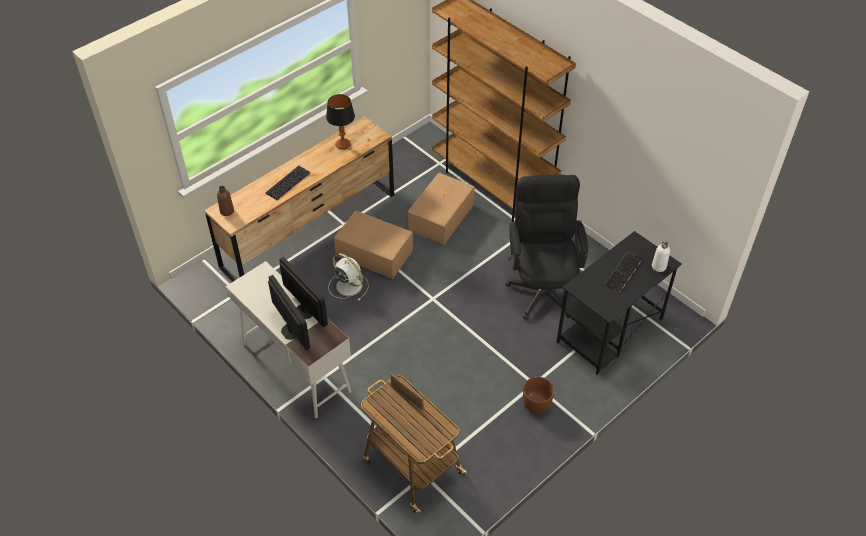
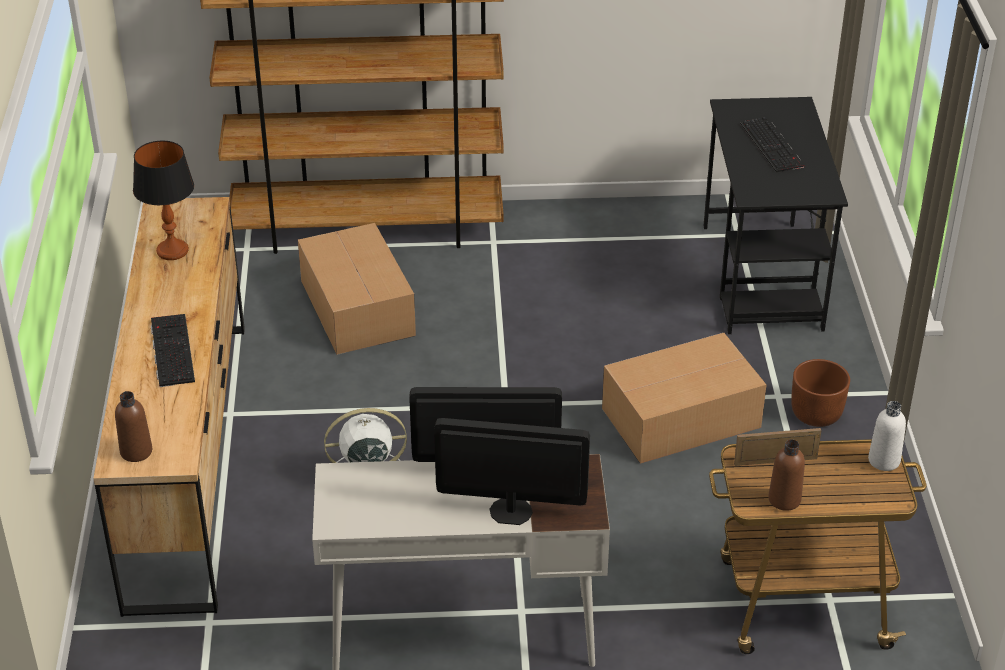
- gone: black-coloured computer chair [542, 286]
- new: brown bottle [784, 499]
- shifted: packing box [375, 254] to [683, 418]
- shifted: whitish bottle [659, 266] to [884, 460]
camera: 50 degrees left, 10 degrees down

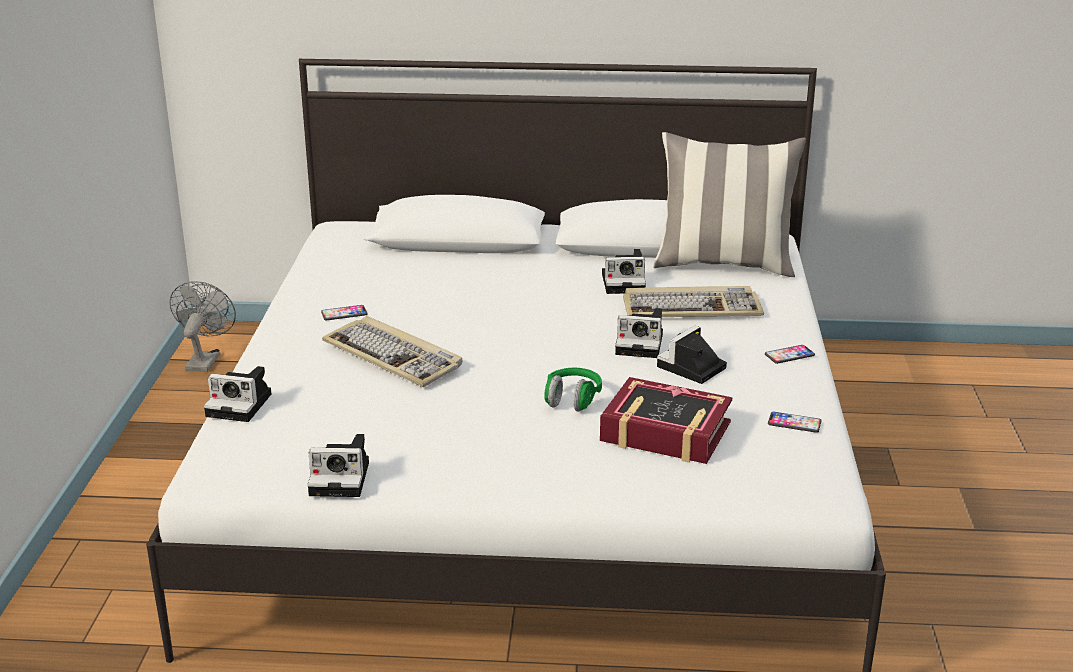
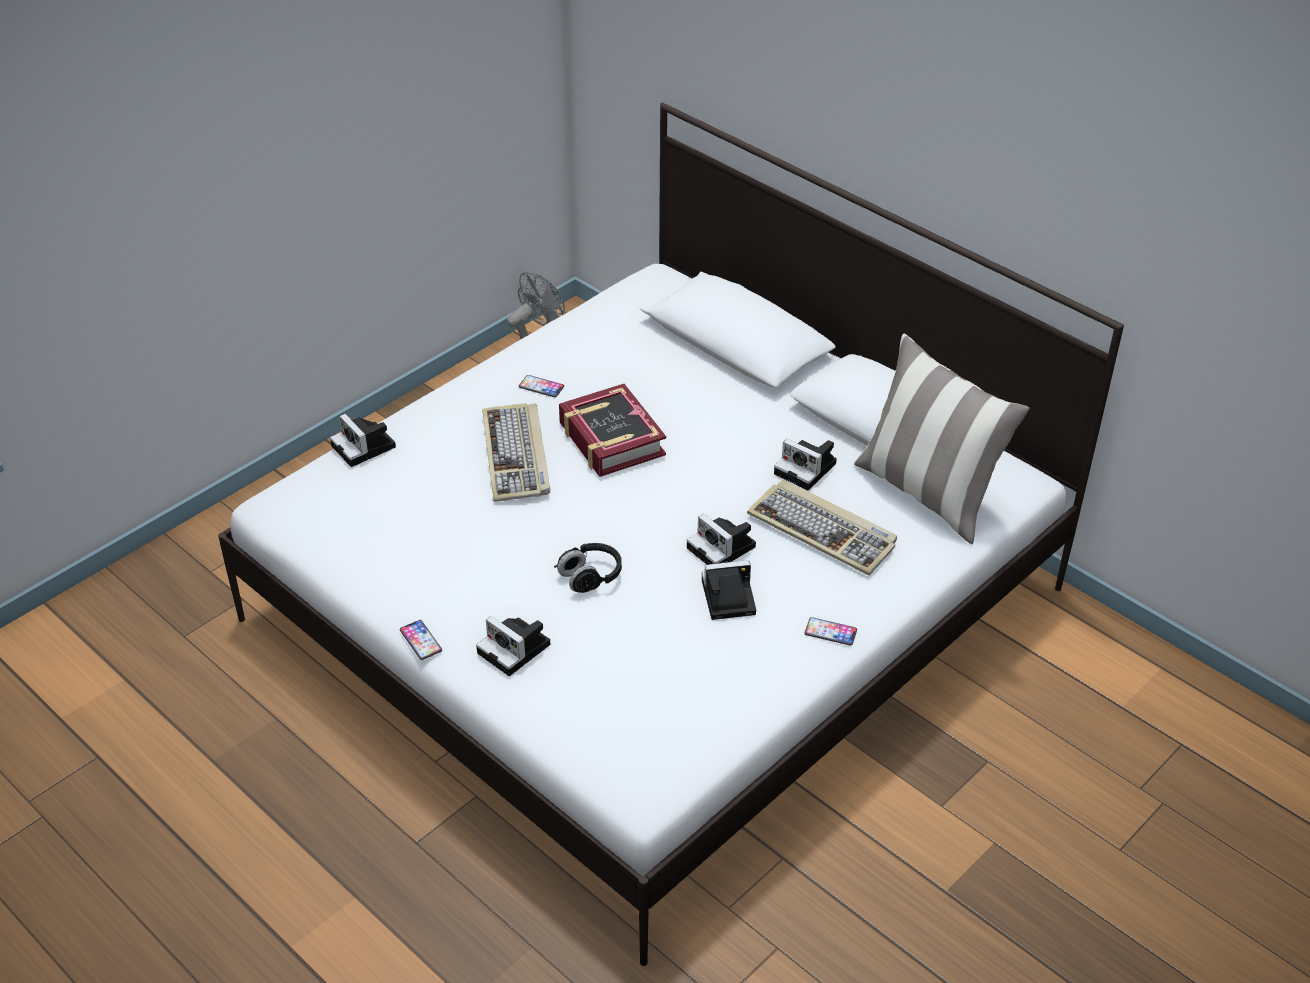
- shifted: still camera [342, 478] to [516, 649]
- shifted: volume [665, 432] to [611, 439]
- shifted: phone [794, 423] to [421, 640]
- repainted: green-coloured pair of headphones [572, 400] to black-coloured pair of headphones [590, 577]
camera: 40 degrees right, 15 degrees up

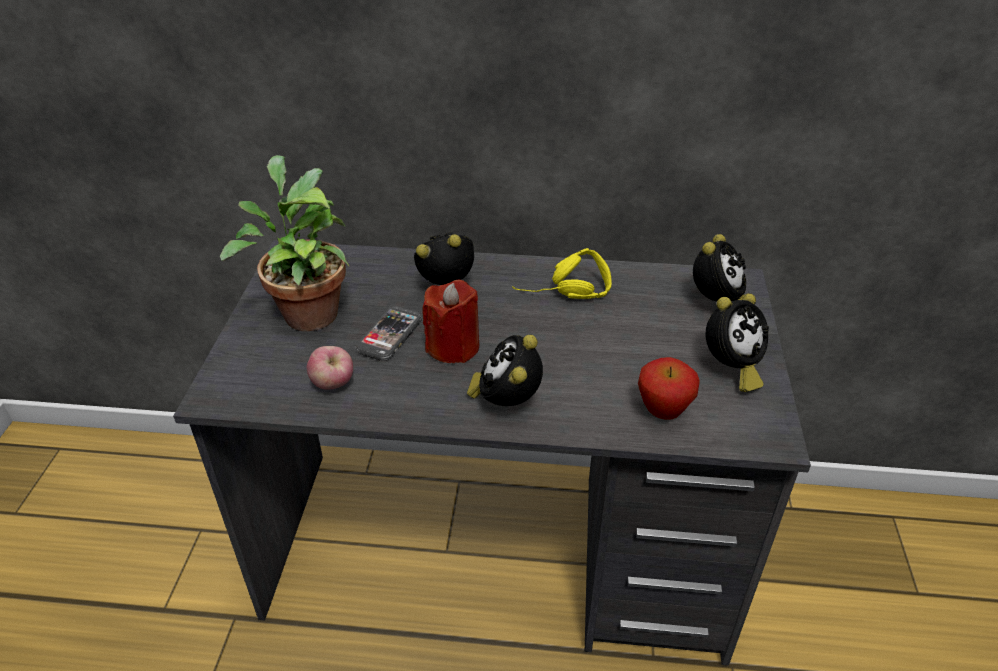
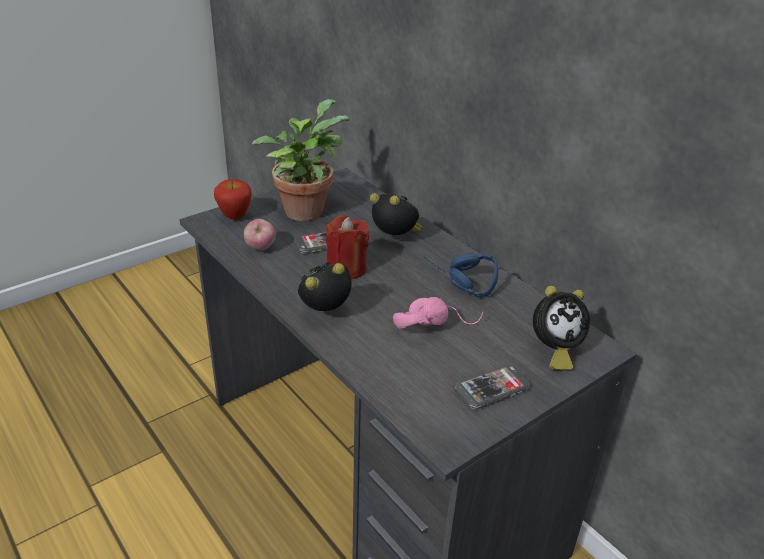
- new: pink pair of headphones [435, 323]
- shifted: apple fruit [663, 413] to [235, 217]
- swapped: alarm clock [730, 369] to phone [492, 389]
- repainted: yellowish pair of headphones [564, 296] to blue pair of headphones [455, 283]
camera: 45 degrees right, 5 degrees down

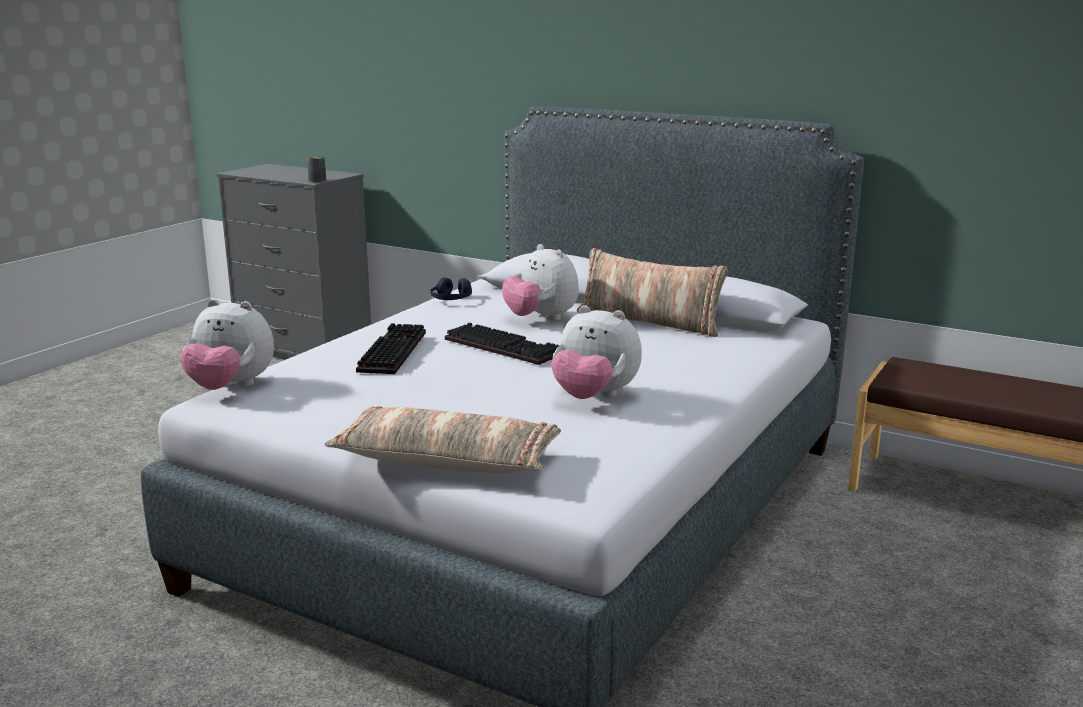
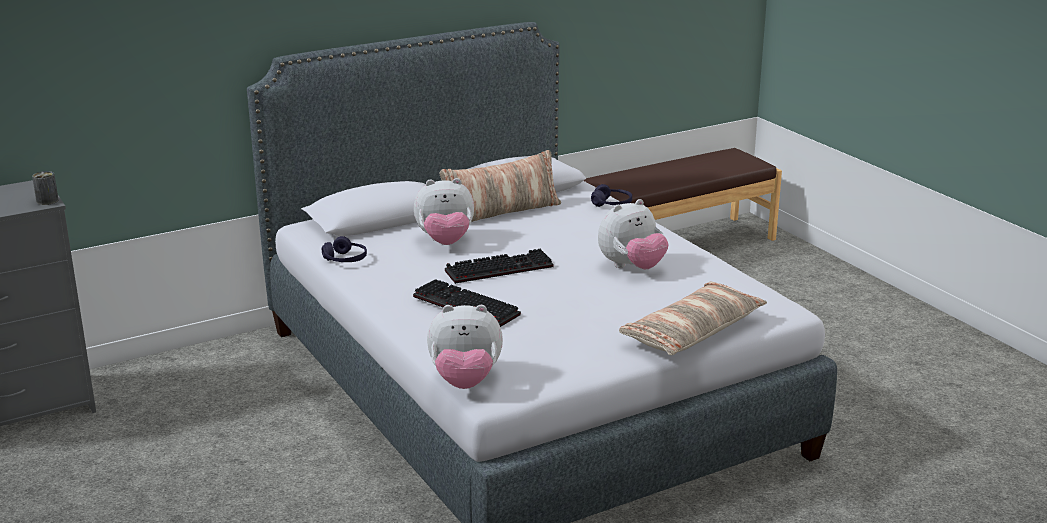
- new: purple pair of headphones [612, 204]
- rotated: plush toy [231, 388] = [465, 381] 45 degrees clockwise
camera: 60 degrees left, 5 degrees up

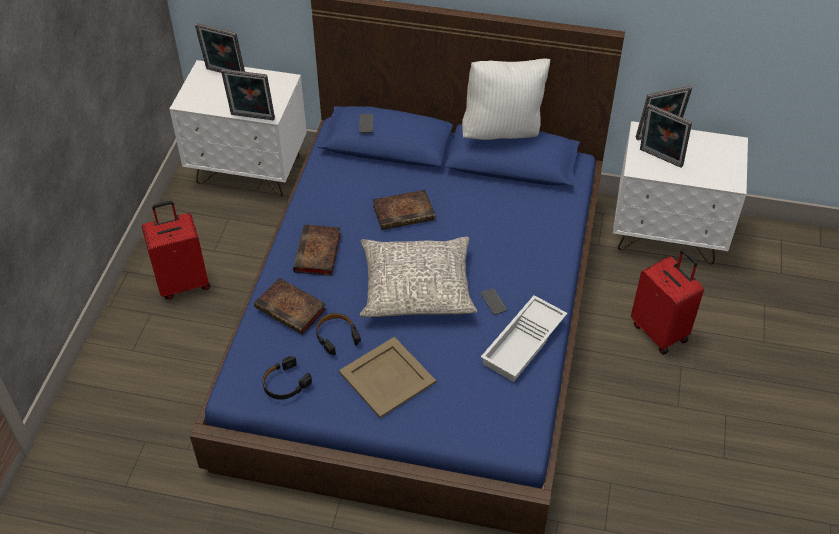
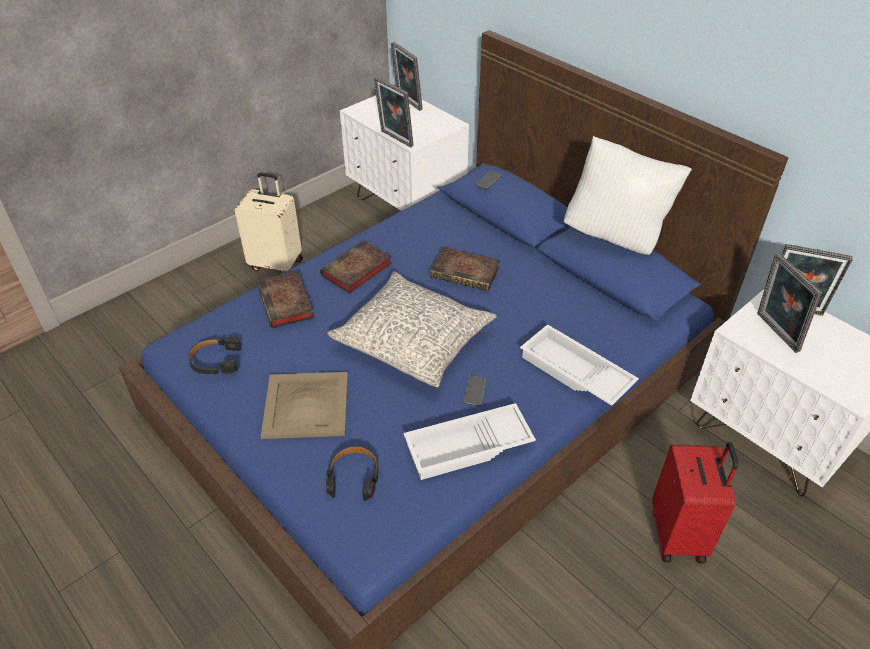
- new: whitish serving tray [574, 373]
- shifted: black-coloured pair of headphones [336, 336] to [354, 477]
- repainted: red piece of luggage [183, 283] to beige piece of luggage [277, 263]
camera: 35 degrees right, 5 degrees down

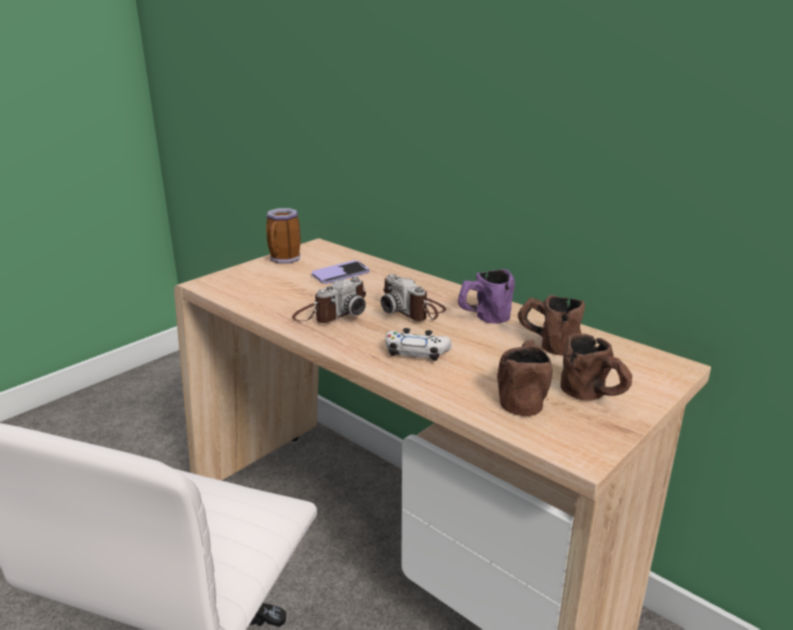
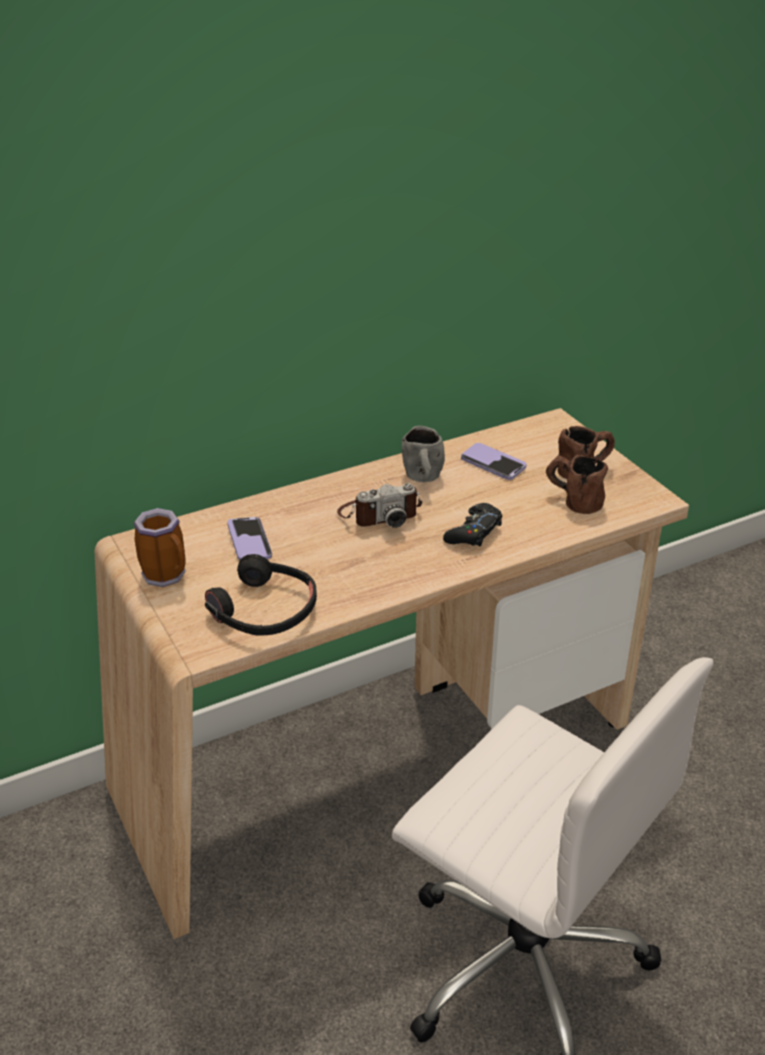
- gone: still camera [330, 313]
- new: black-coloured pair of headphones [264, 611]
- swapped: brown mug [547, 344] to phone [493, 463]
- repainted: whitish gamepad [417, 352] to black-coloured gamepad [473, 532]
- repainted: purple mug [483, 318] to gray mug [423, 480]
camera: 70 degrees left, 10 degrees up

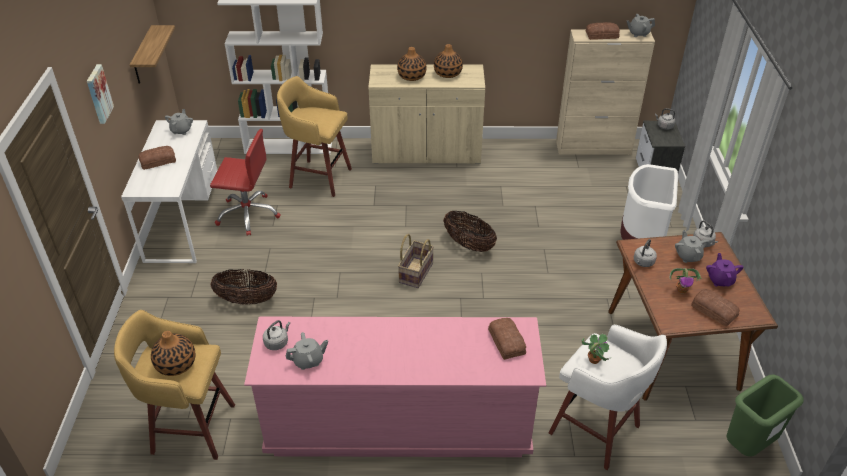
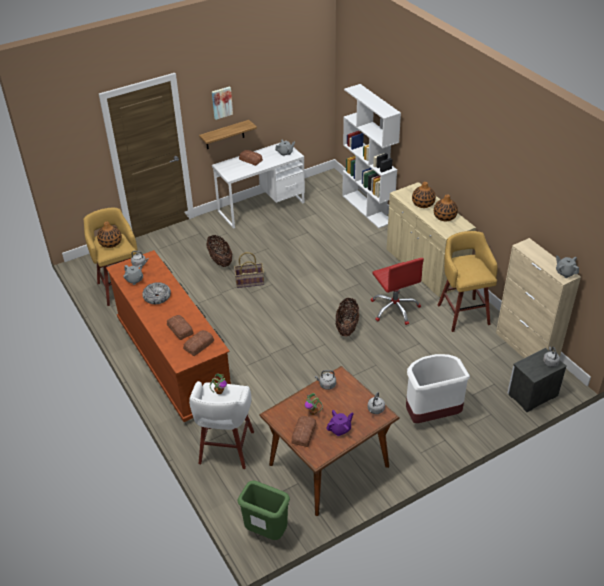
- gone: gray tea pot [688, 256]
- new: bowl [157, 296]
- shifted: bracket shelf [143, 56] to [224, 135]
- shifted: red computer chair [248, 214] to [395, 309]
- shifted: yellowish sitting stool [318, 177] to [462, 313]
- shifted: household basket [415, 272] to [249, 281]
- shifted: bread [602, 35] to [179, 330]
- repainted: pink drawer chest [399, 423] to brown drawer chest [174, 360]
camera: 60 degrees right, 0 degrees up

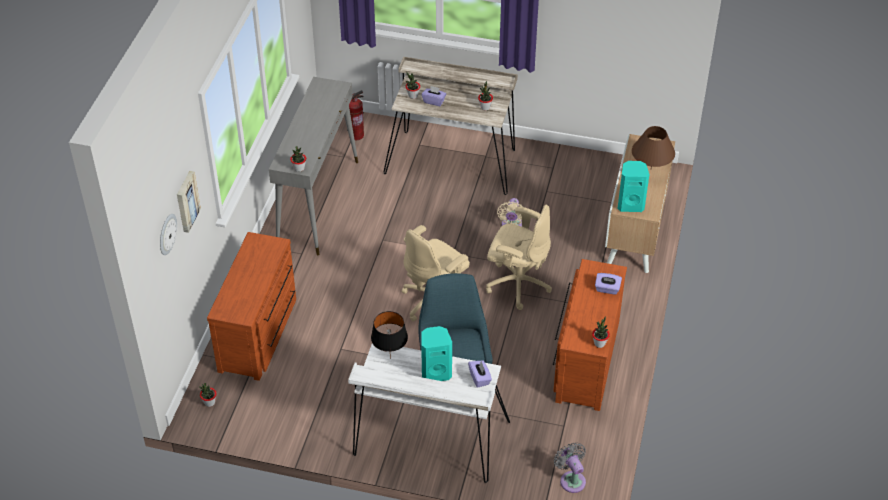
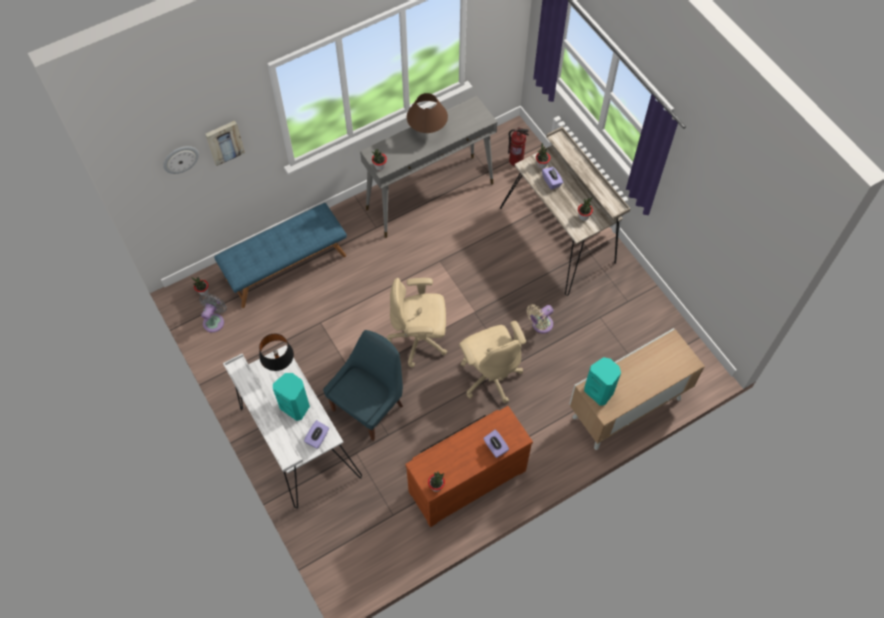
- shifted: gray fan [571, 479] to [214, 321]
- shifted: brown table lamp [650, 169] to [427, 130]
- swapped: brown drawer chest [260, 333] to blue bench [286, 267]
camera: 45 degrees right, 15 degrees up

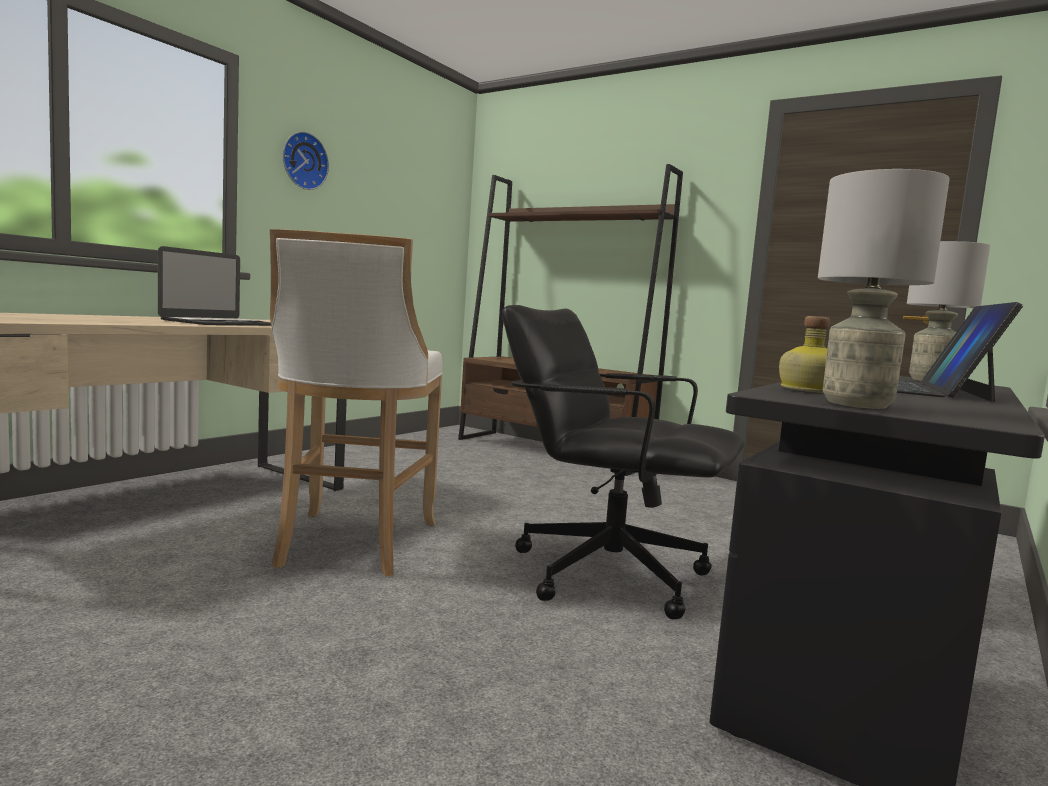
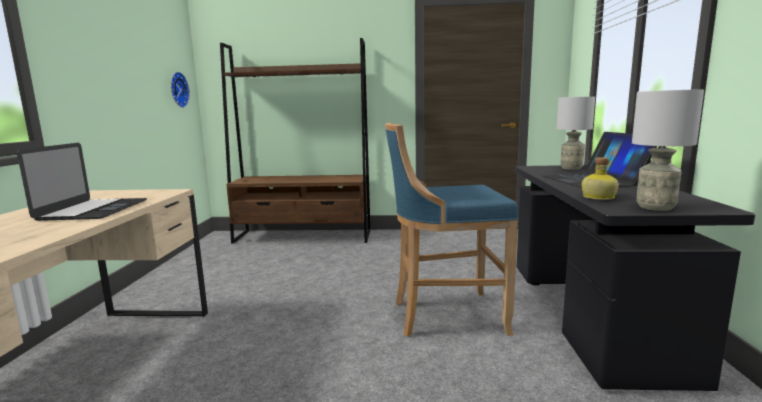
- gone: whitish sitting stool [352, 545]
- shifted: clock on the wall [303, 161] to [177, 89]
- swapped: black-coloured computer chair [608, 573] to blue sitting stool [444, 315]
camera: 30 degrees left, 5 degrees up

